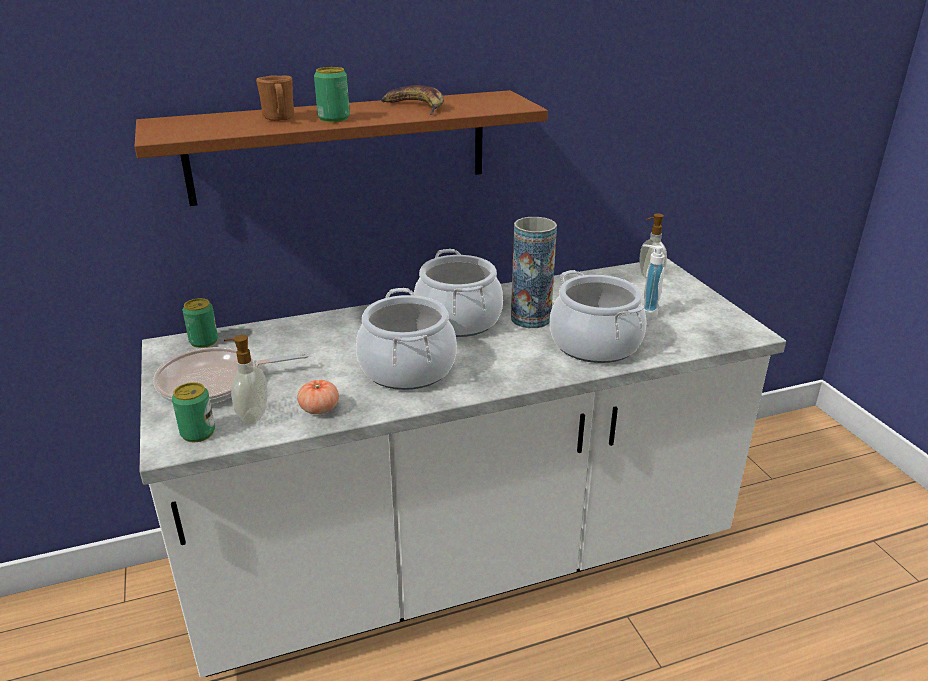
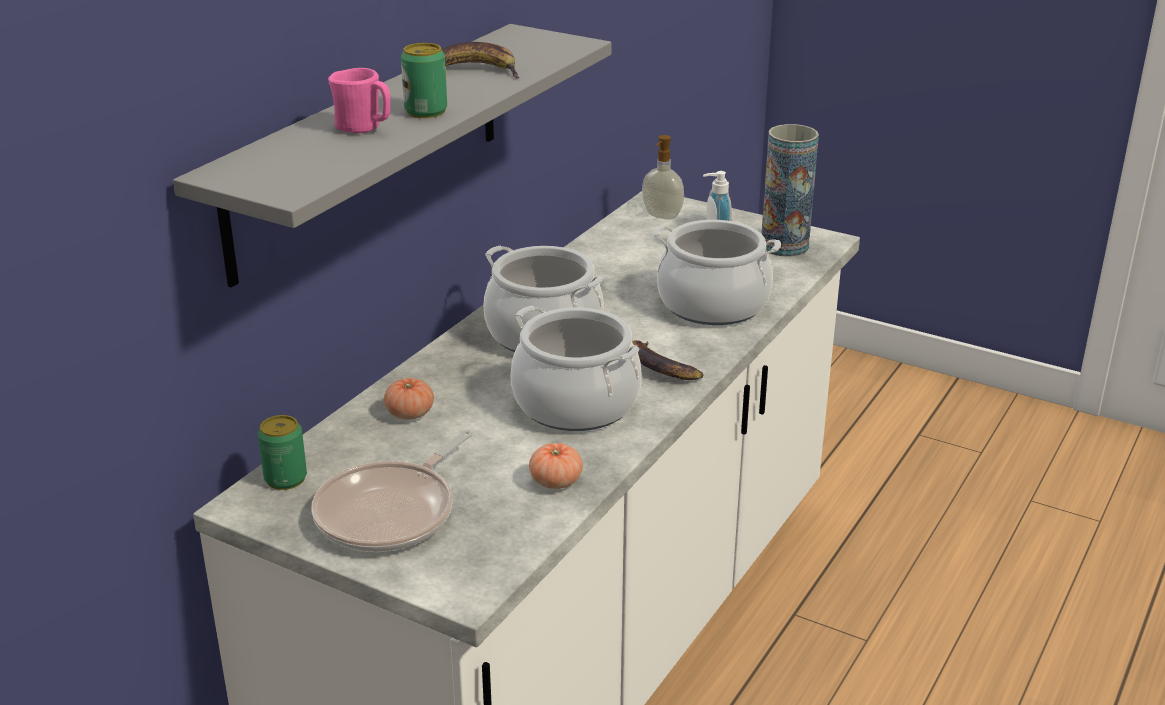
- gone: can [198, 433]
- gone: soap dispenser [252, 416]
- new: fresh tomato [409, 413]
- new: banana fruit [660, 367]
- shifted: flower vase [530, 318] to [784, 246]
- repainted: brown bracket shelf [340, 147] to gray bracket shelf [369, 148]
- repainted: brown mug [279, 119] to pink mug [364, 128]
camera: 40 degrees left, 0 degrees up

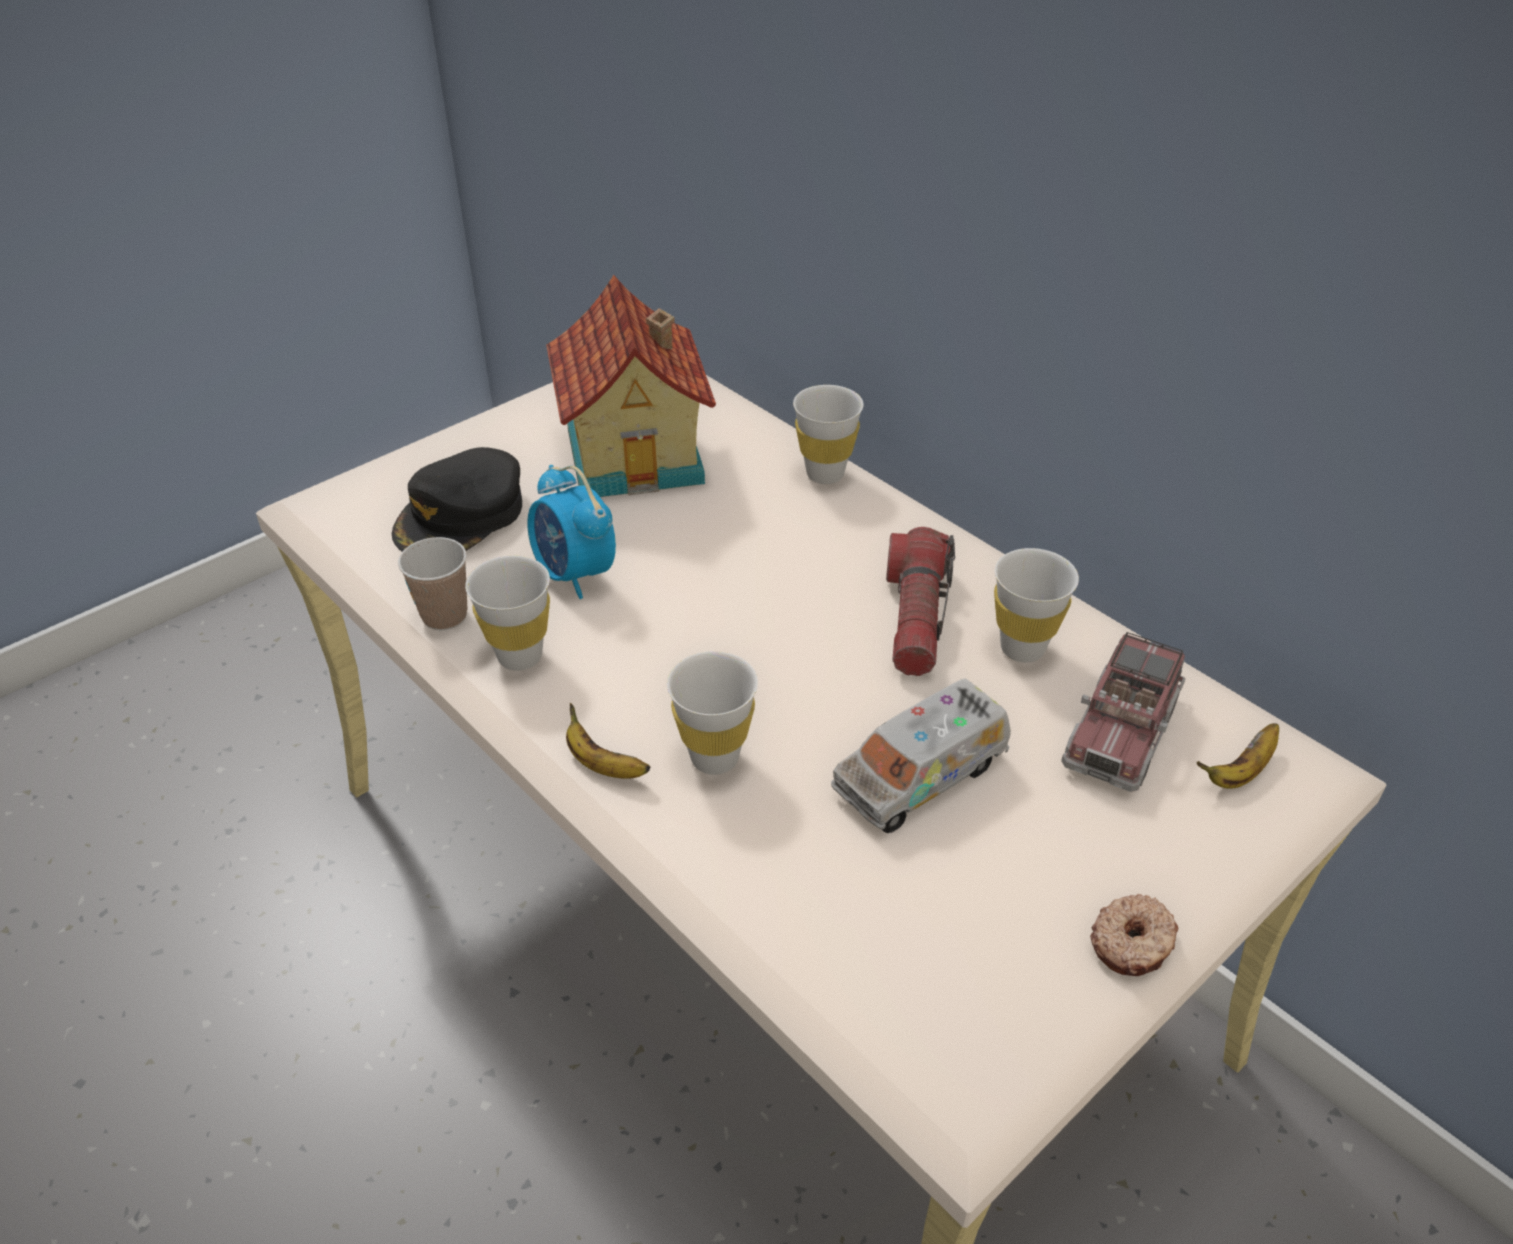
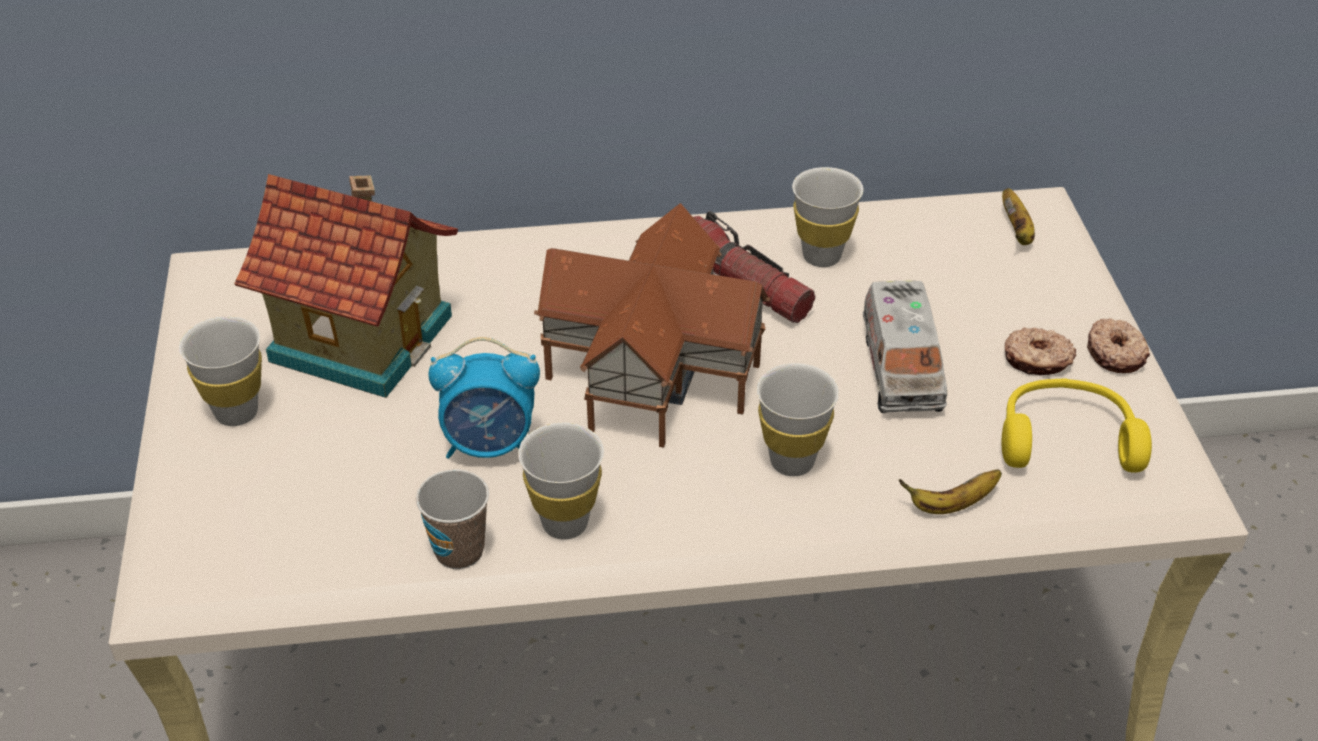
- gone: black-coloured baseball cap [461, 516]
- gone: model truck [1120, 732]
- new: model house [655, 374]
- new: yellowish pair of headphones [1066, 439]
- new: ring doughnut [1037, 360]
- shifted: banana fruit [603, 765] to [951, 505]
- shifted: whitish small cup [825, 474] to [236, 412]
camera: 55 degrees left, 0 degrees up

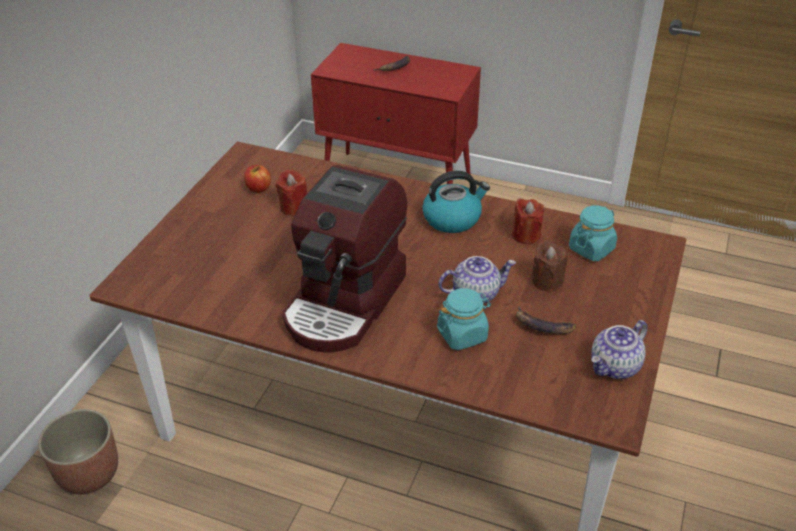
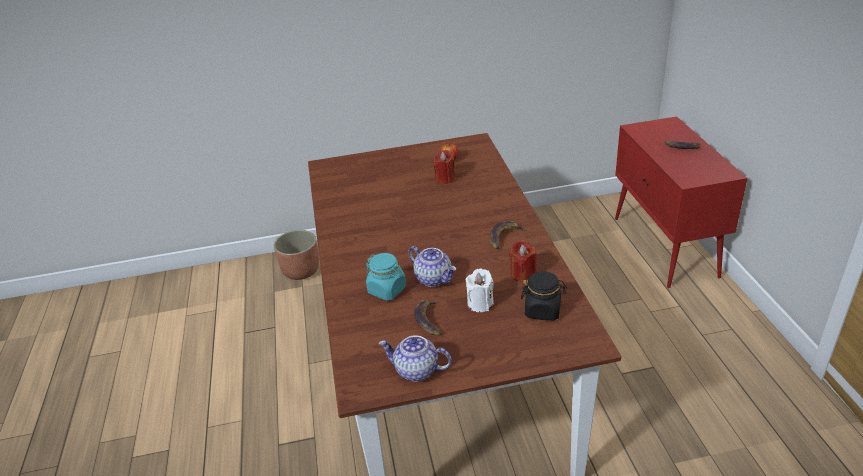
- gone: coffee machine [346, 303]
- swapped: tea kettle [452, 218] to banana fruit [504, 237]
- repainted: brown candle [547, 281] to whitish candle [480, 303]
- repainted: blue-green preserve jar [591, 249] to black-coloured preserve jar [543, 310]
camera: 60 degrees right, 5 degrees down

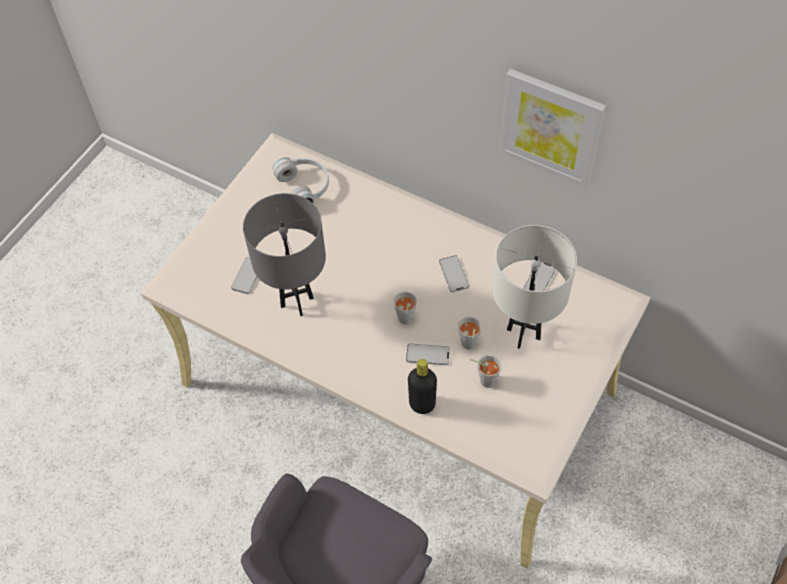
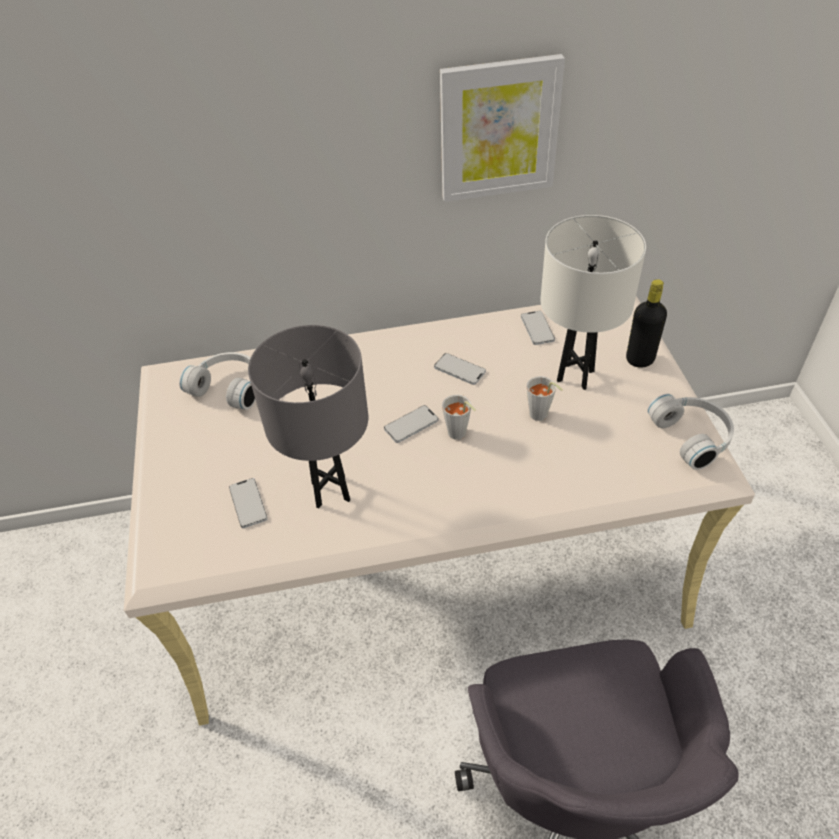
- gone: gray small cup [484, 380]
- new: whitish pair of headphones [693, 436]
- shifted: phone [427, 355] to [411, 425]
- shifted: black-coloured bottle [422, 404] to [640, 359]
camera: 40 degrees left, 10 degrees down

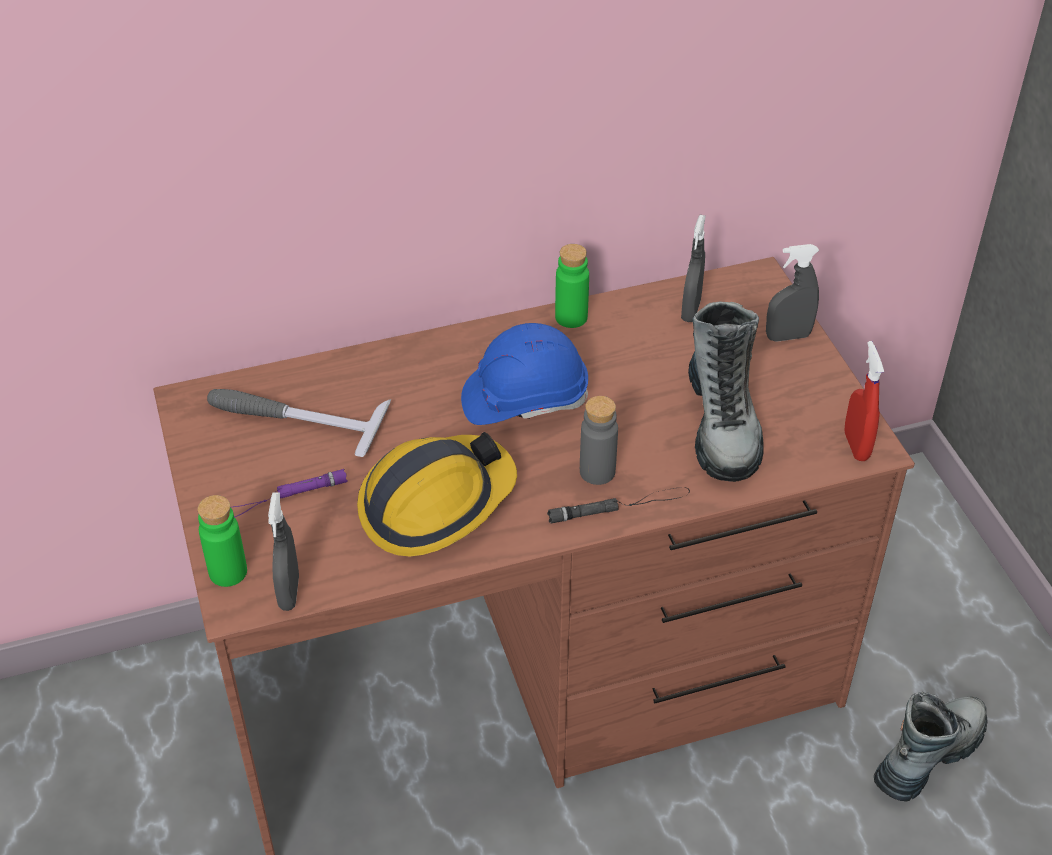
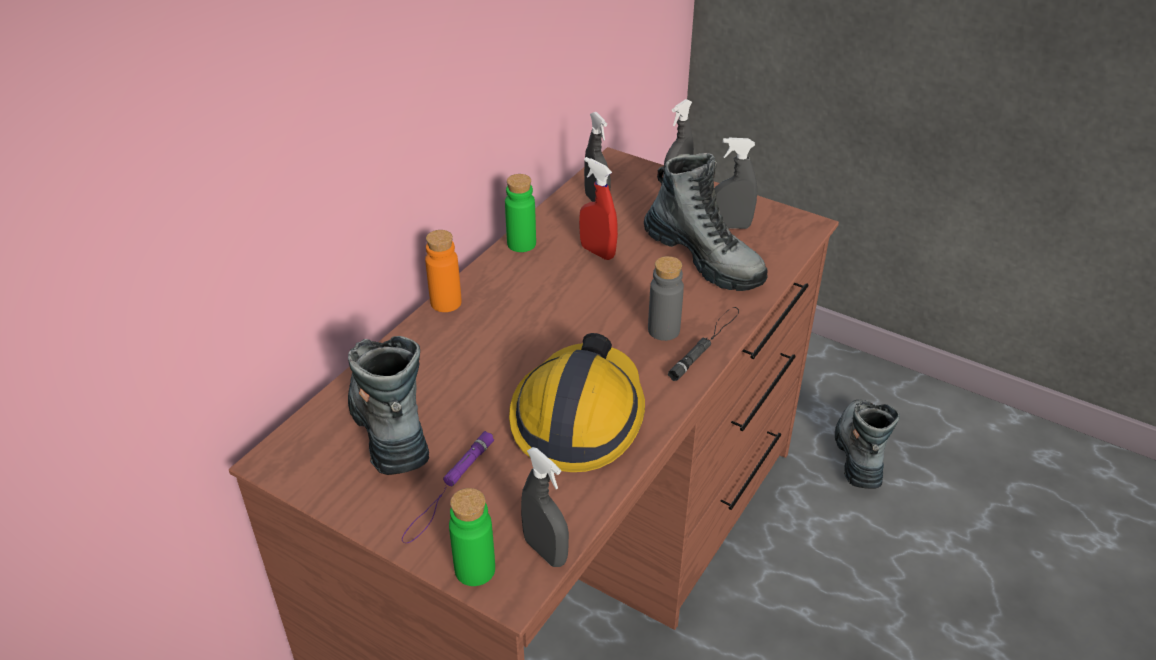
- gone: blue hard hat [524, 399]
- new: orange bottle [446, 302]
- new: gray hand sprayer [730, 226]
- shifted: red hand sprayer [856, 446] to [597, 252]
- swapped: tool hammer [294, 418] to high-top boot [389, 421]
camera: 40 degrees left, 5 degrees down

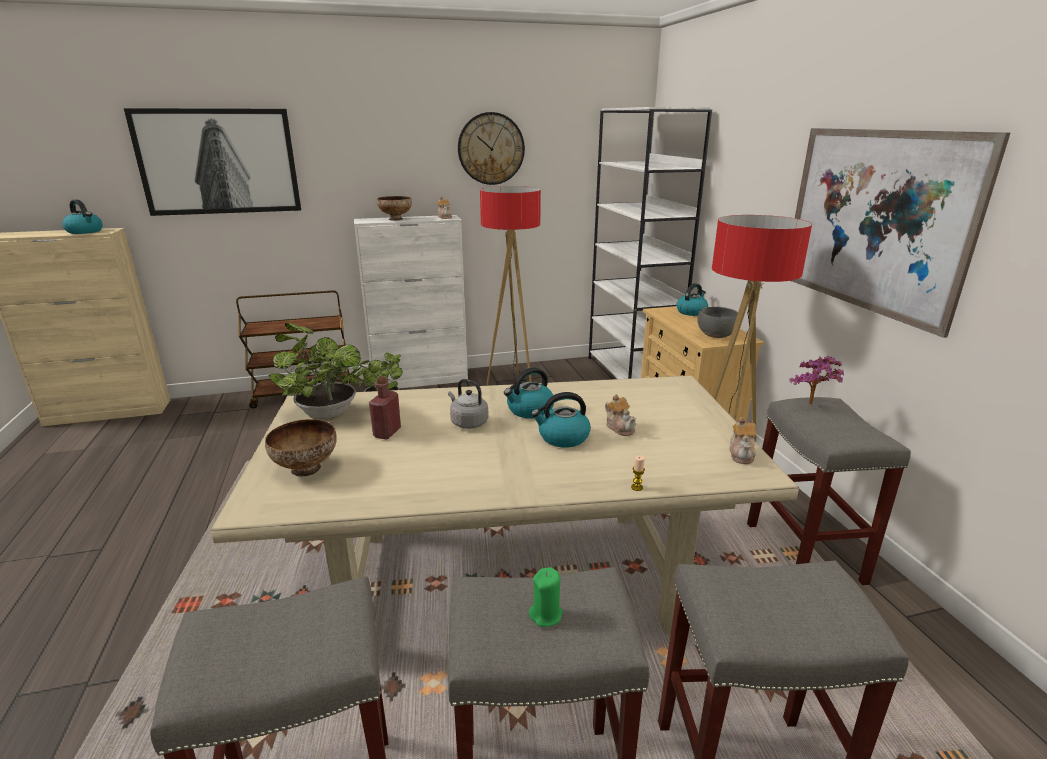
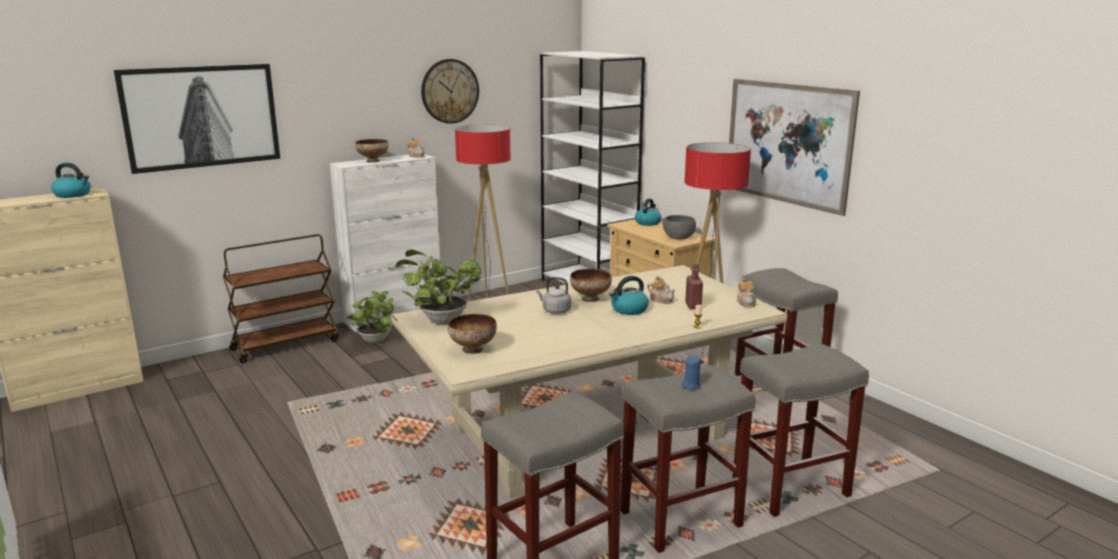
- gone: plant in a pot [812, 405]
- shifted: red bottle [387, 433] to [693, 306]
- swapped: tea kettle [529, 410] to bowl [591, 298]
- repainted: green-coloured candle [546, 615] to blue candle [691, 385]
camera: 20 degrees left, 5 degrees down

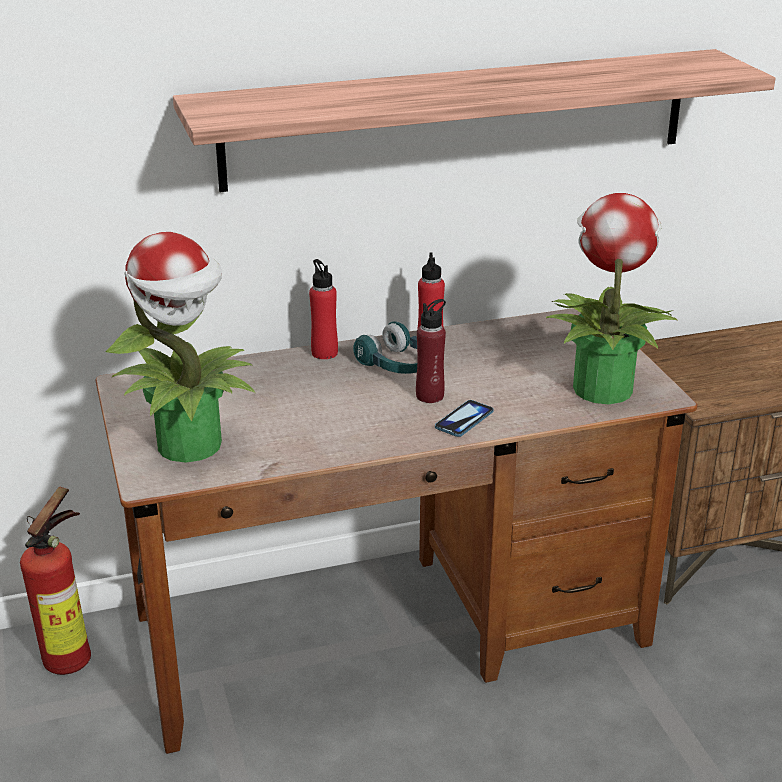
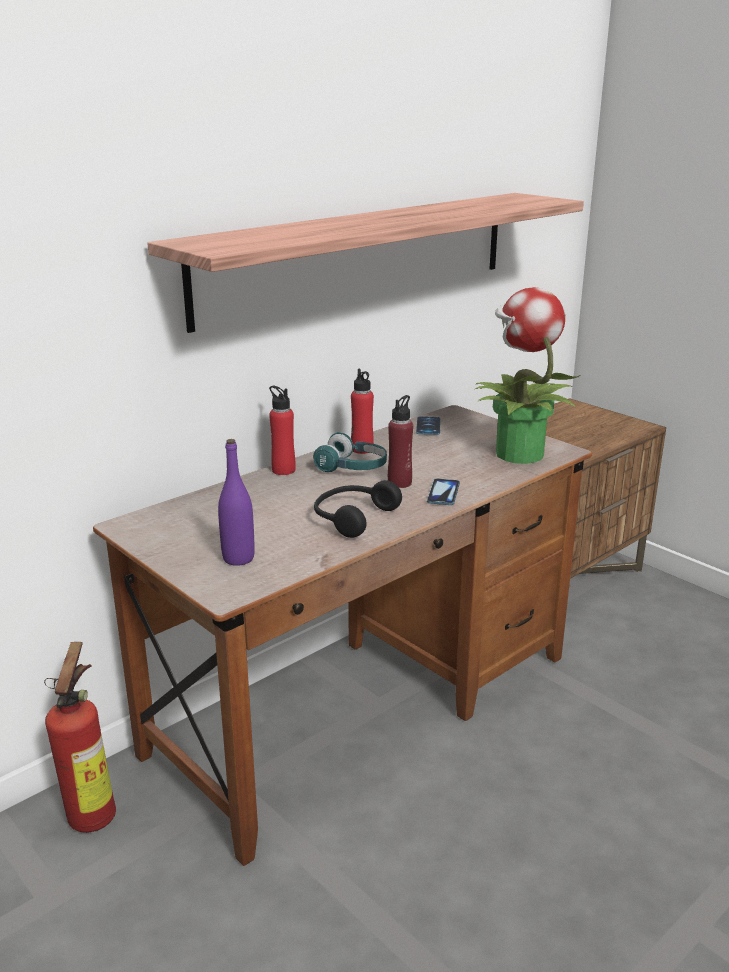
- new: black-coloured pair of headphones [352, 518]
- new: phone [428, 426]
- swapped: plant in a pot [192, 445] to purple bottle [238, 558]
camera: 25 degrees left, 5 degrees down

